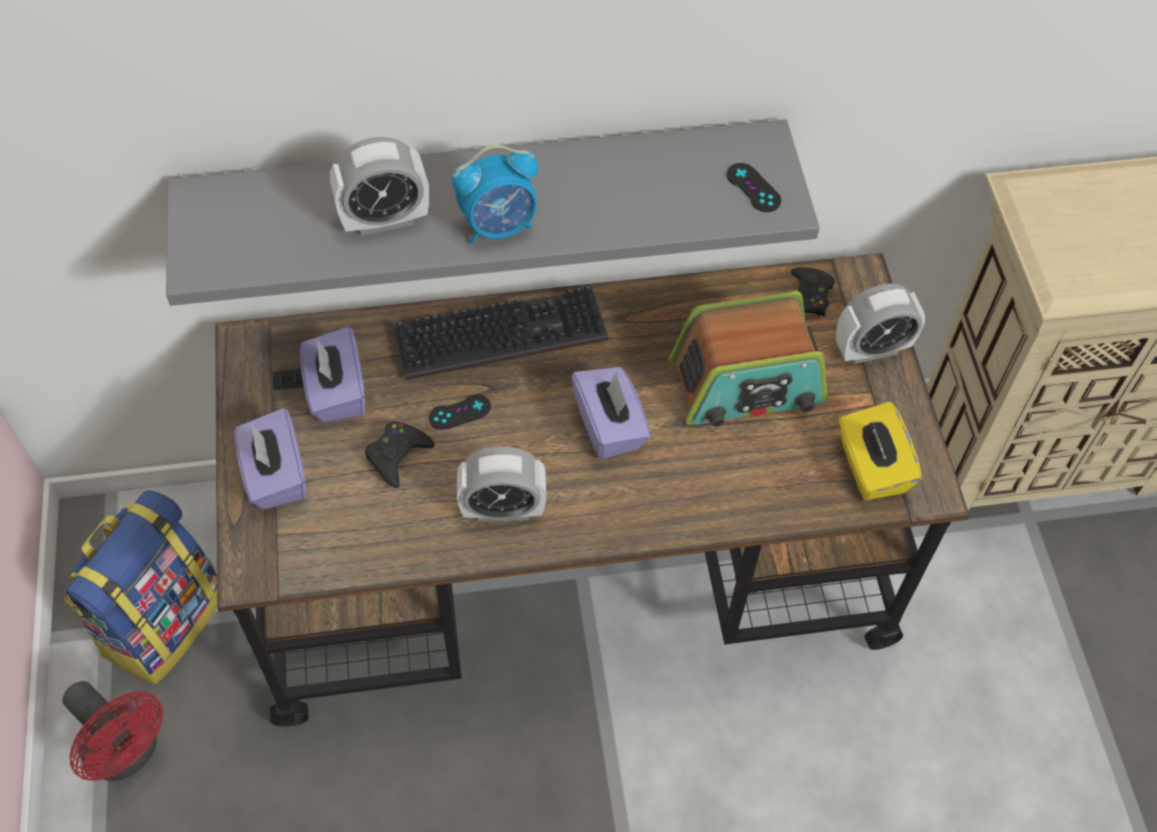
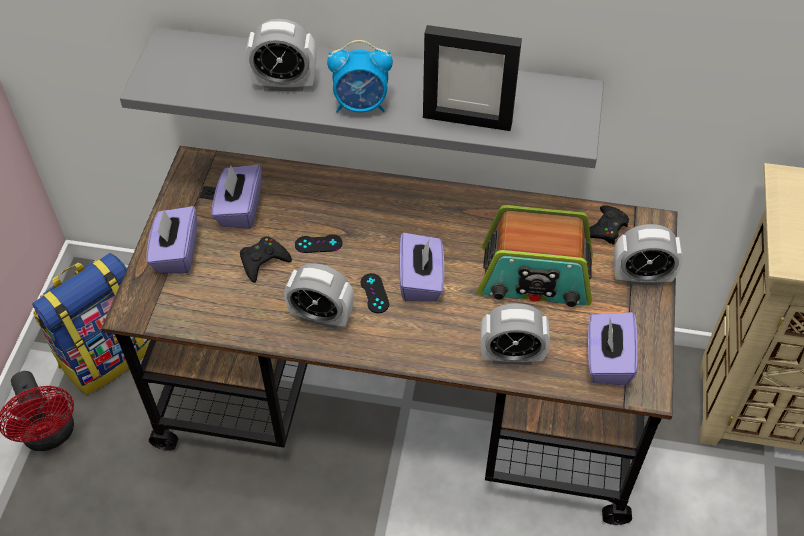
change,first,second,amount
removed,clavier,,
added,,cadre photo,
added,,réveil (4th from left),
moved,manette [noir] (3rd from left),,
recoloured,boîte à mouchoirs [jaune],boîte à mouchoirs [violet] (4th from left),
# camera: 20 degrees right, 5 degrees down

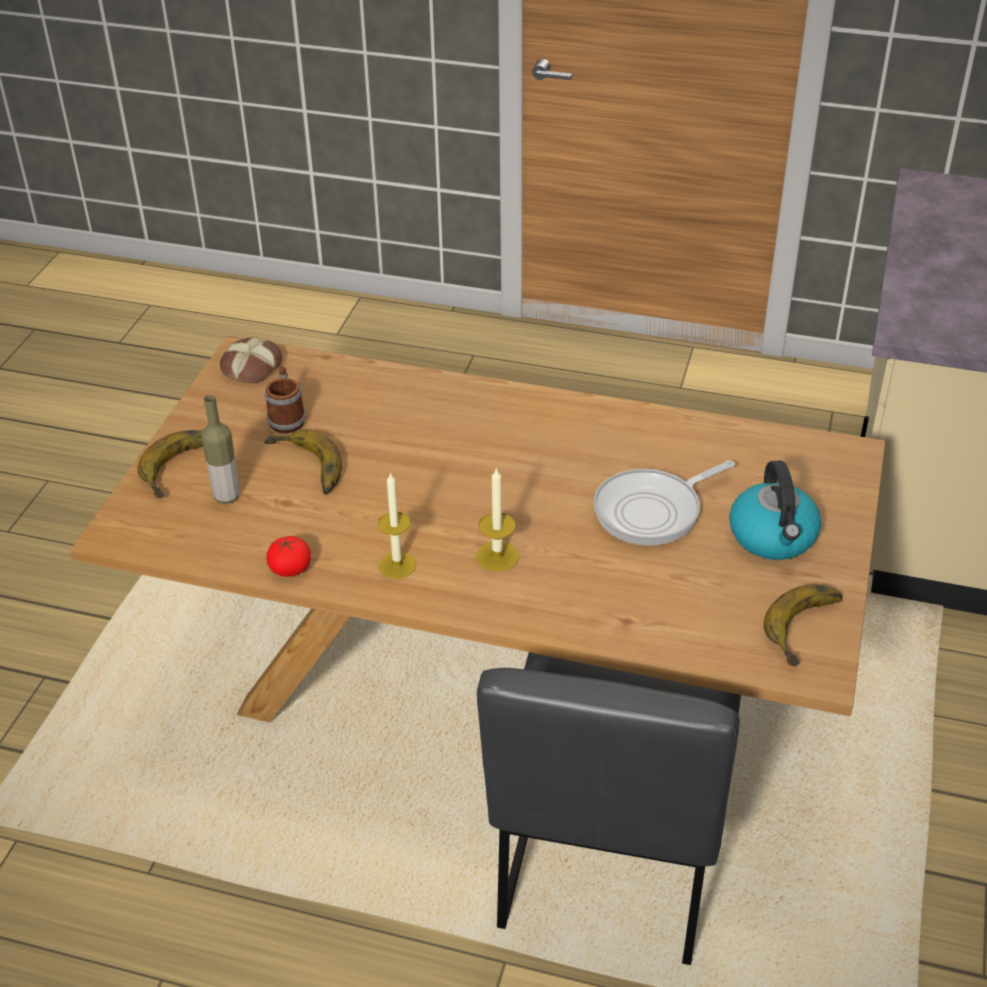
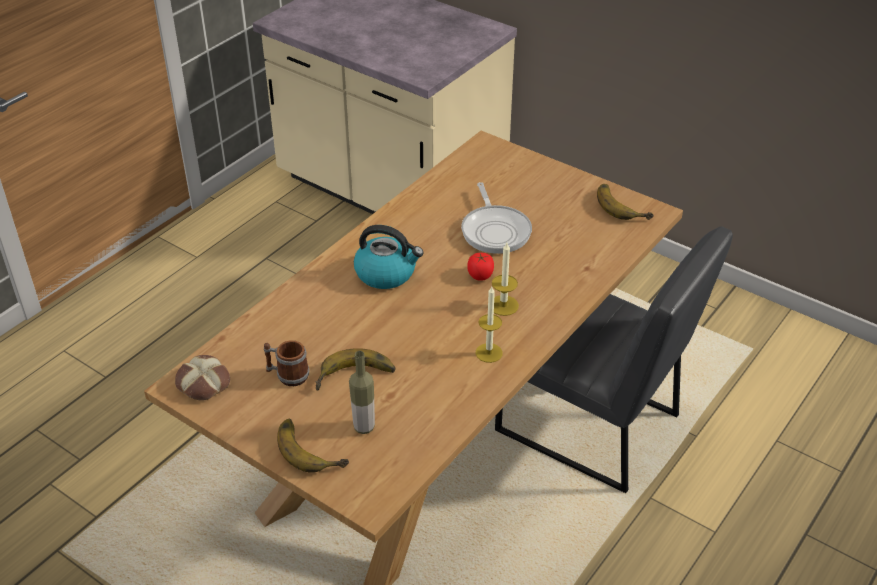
change,first,second,amount
moved,tomate,,
moved,bouilloire,,
# camera: 70 degrees left, 0 degrees up

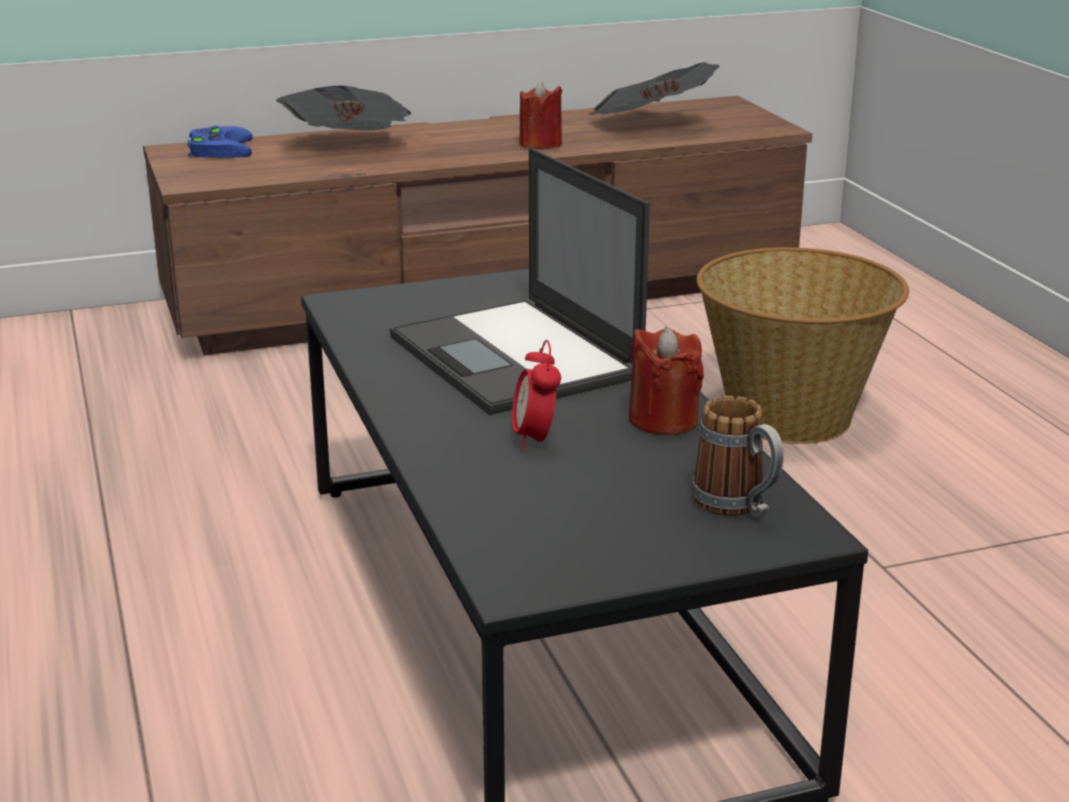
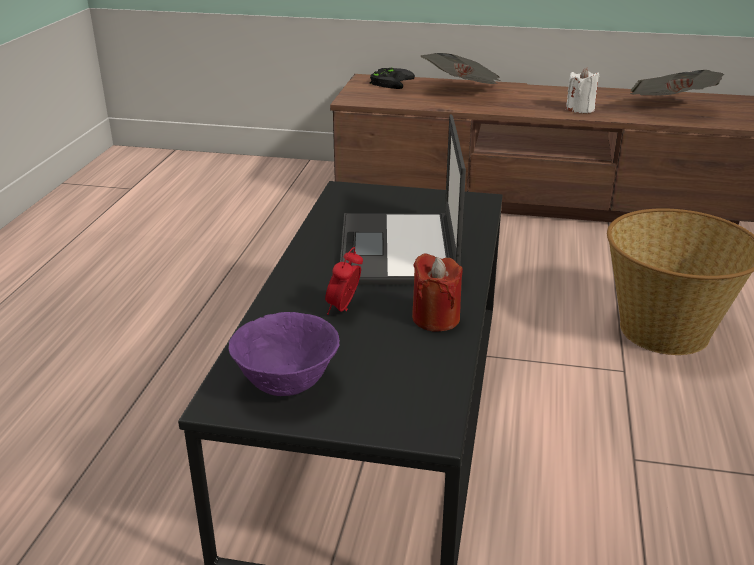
change,first,second,amount
removed,mug,,
added,,bol [violet],
recoloured,manette [bleu],manette [noir],
recoloured,bougie [rouge] (1st from left),bougie [blanc],
# camera: 30 degrees right, 5 degrees up

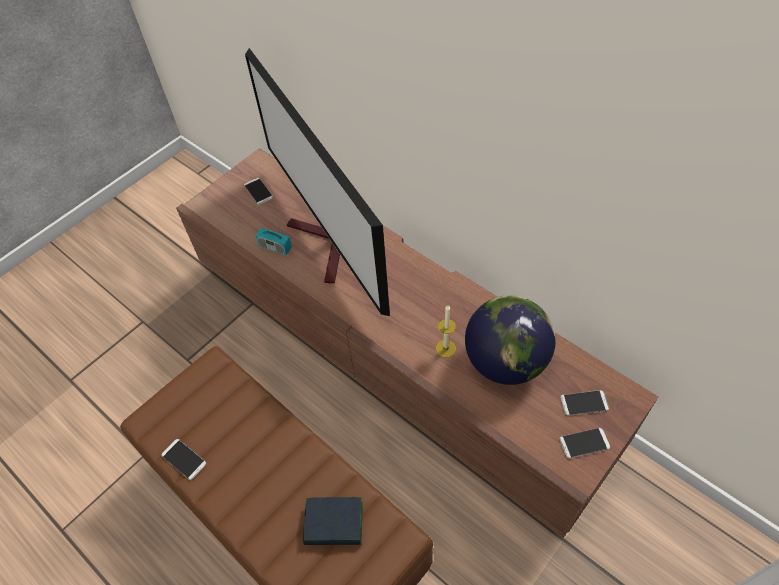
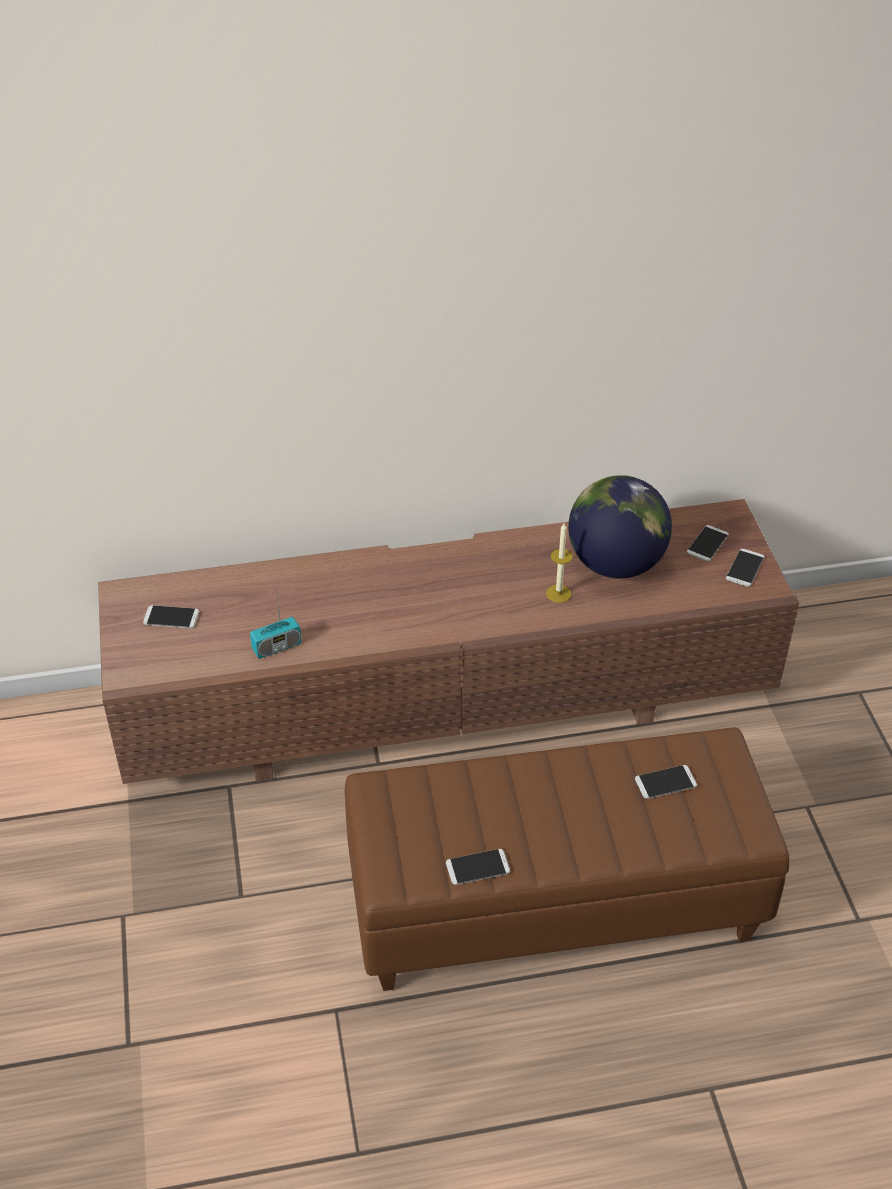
change,first,second,amount
removed,téléviseur,,
replaced,livre,téléphone (3rd from left),
# camera: 55 degrees left, 10 degrees down

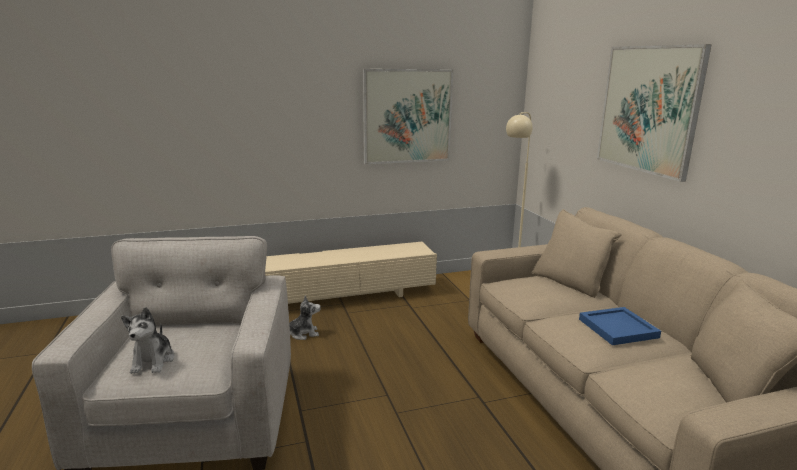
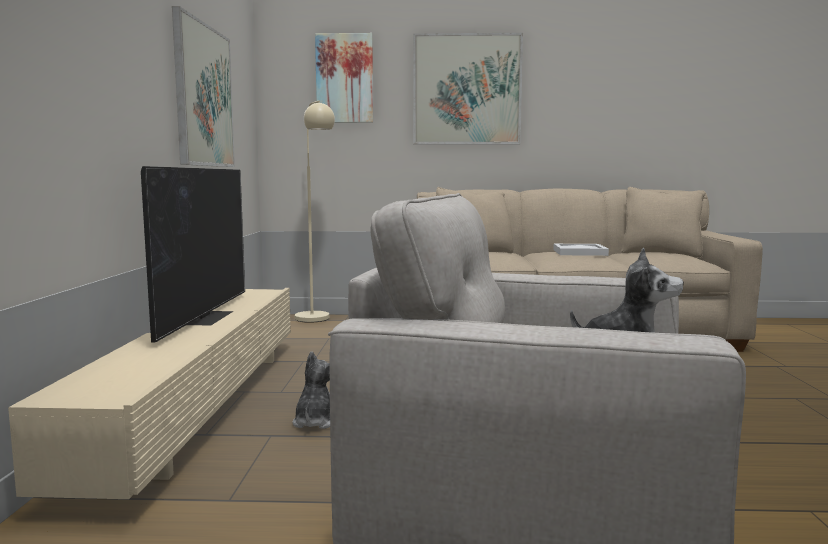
change,first,second,amount
added,,téléviseur,
added,,tableau (2nd from left),
recoloured,plateau [bleu],plateau [blanc],
# camera: 70 degrees left, 10 degrees down

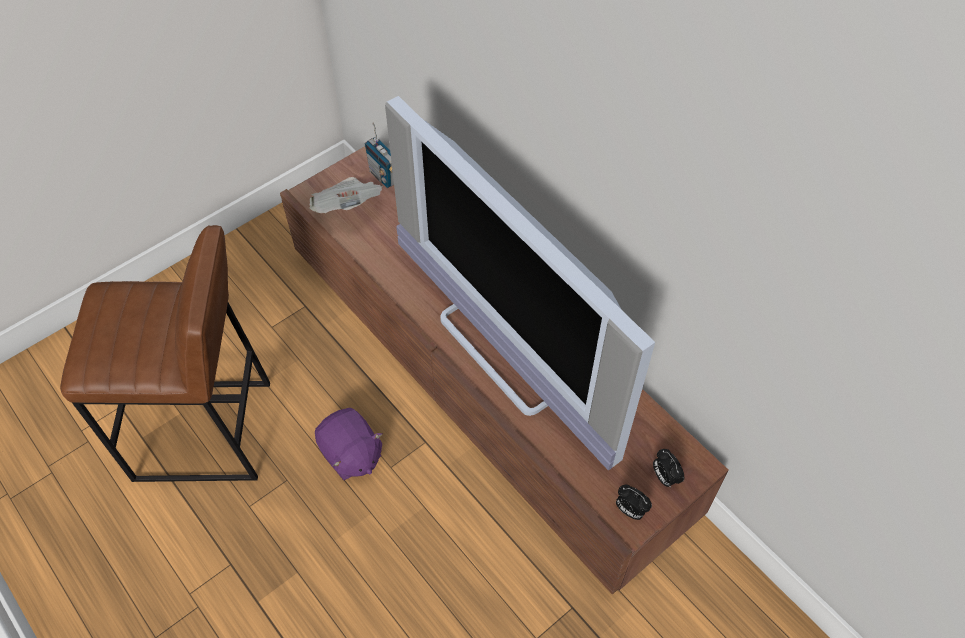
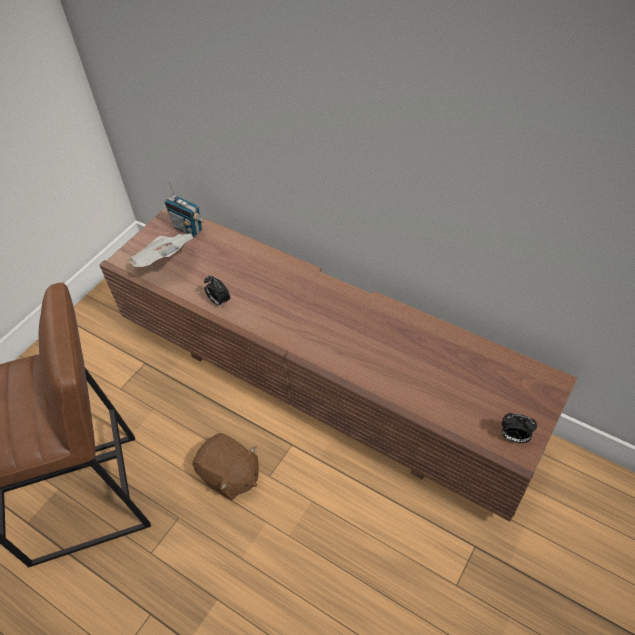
change,first,second,amount
removed,téléviseur,,
moved,réveil (2nd from left in the first image),réveil (1st from left),
recoloured,peluche [violet],peluche [marron],
# camera: 15 degrees left, 5 degrees down

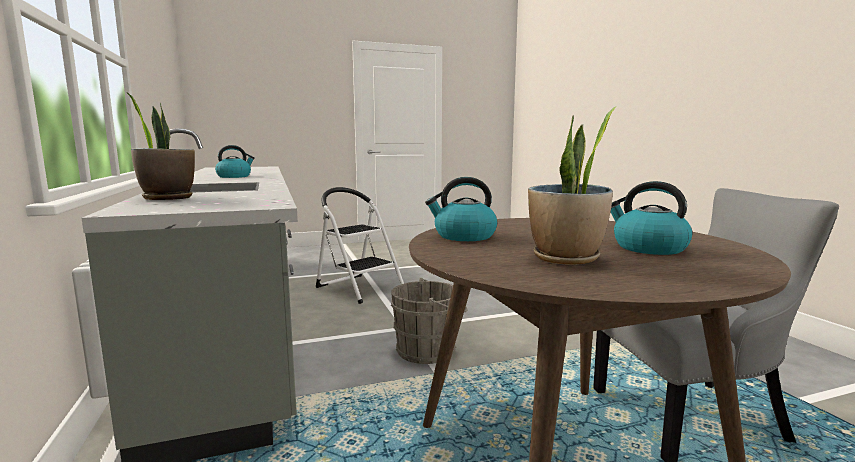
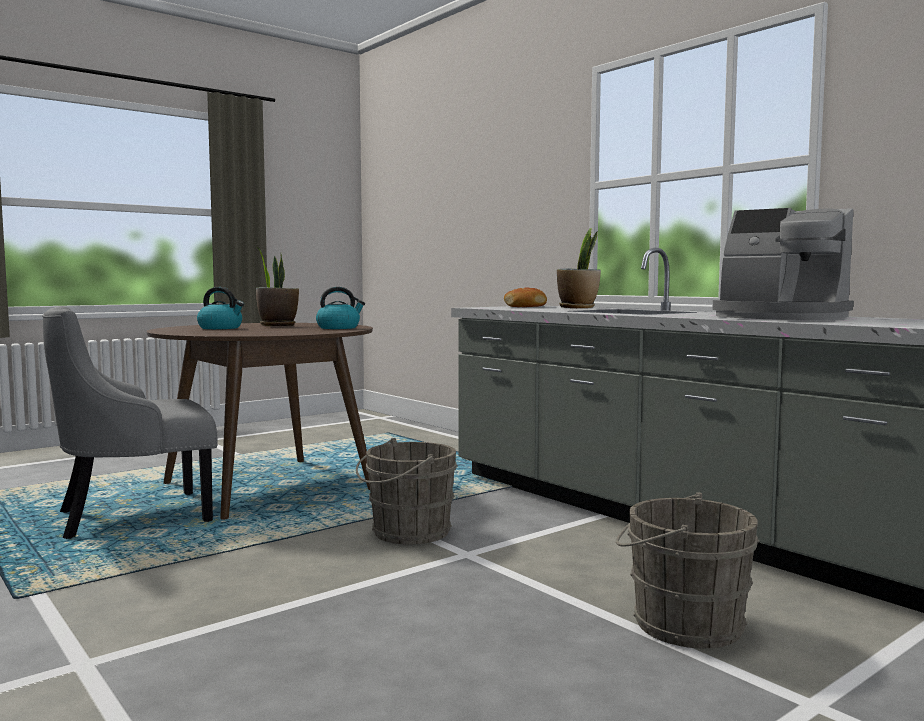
change,first,second,amount
added,,pain,
replaced,bouilloire (1st from left),machine à café,
replaced,escabeau,seau [gris] (2nd from left),
# camera: 160 degrees right, 5 degrees down

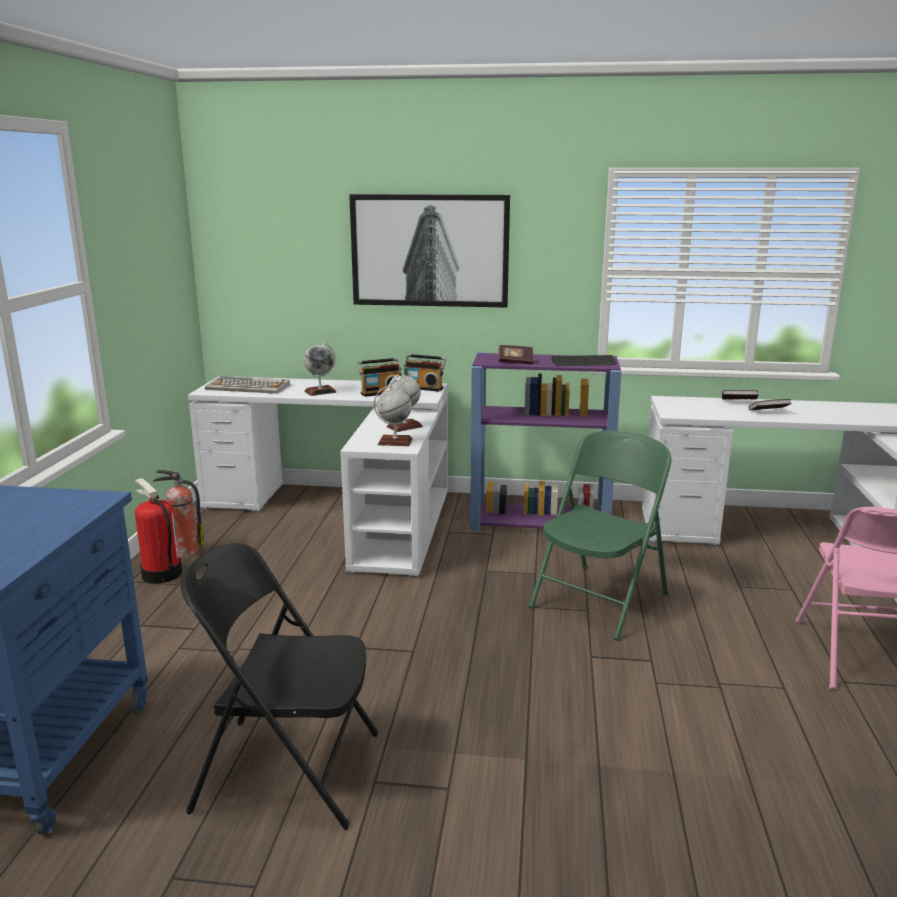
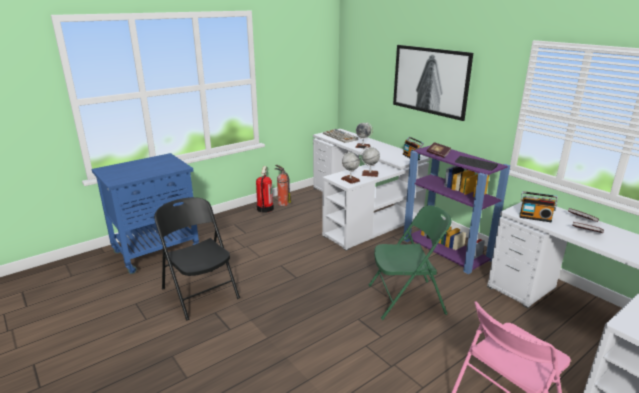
change,first,second,amount
moved,radio (1st from left in the first image),radio (2nd from left),
# camera: 45 degrees right, 5 degrees up

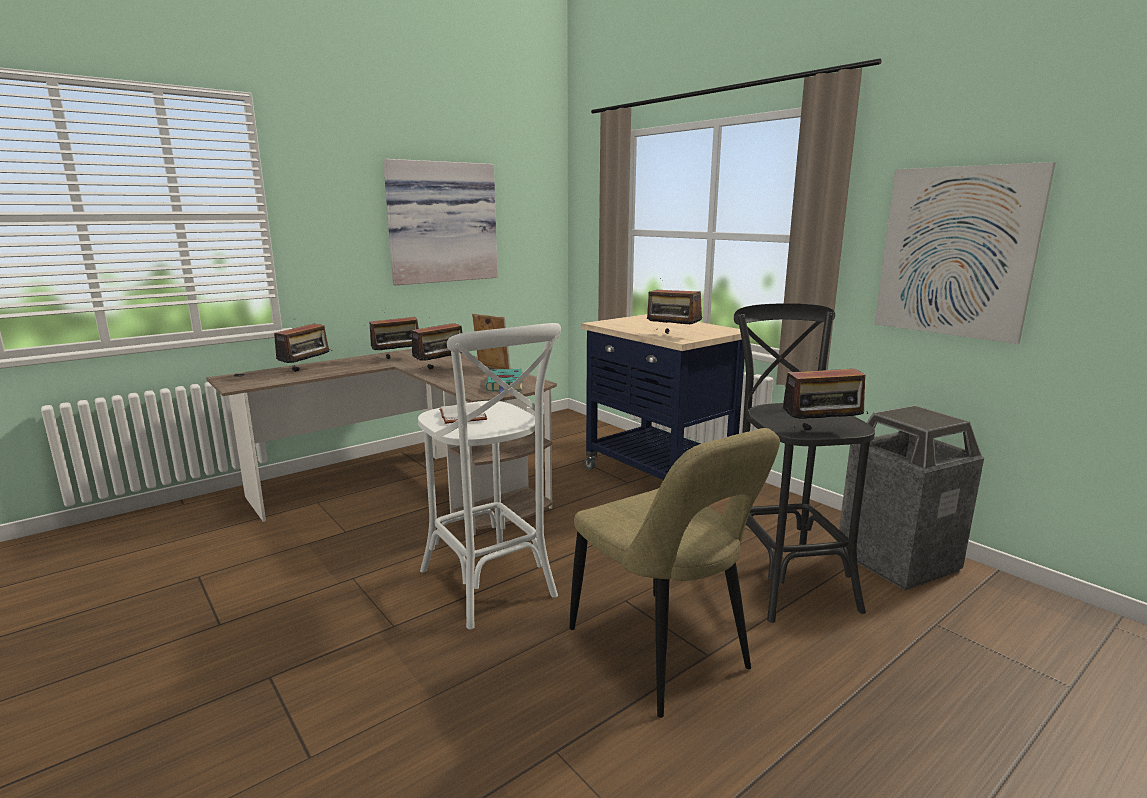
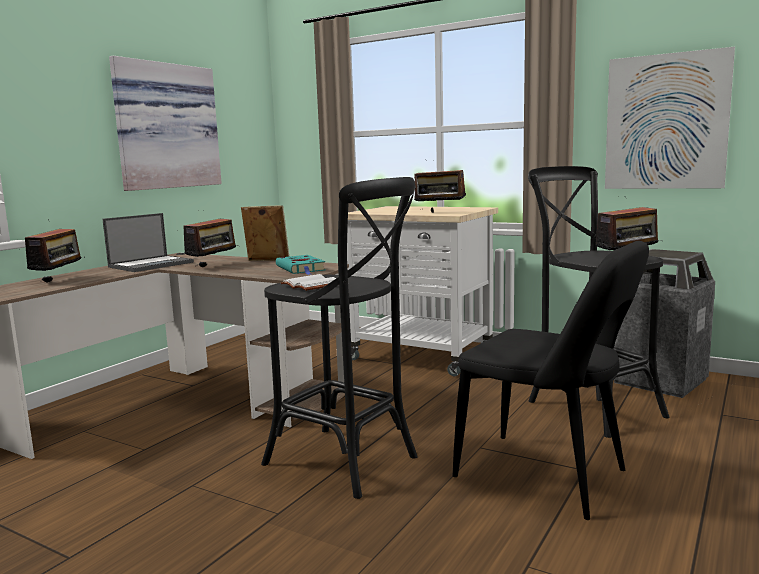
change,first,second,amount
replaced,radio (2nd from left),ordinateur portable,
recoloured,tabouret [blanc],tabouret [noir] (1st from left),
recoloured,chaise [beige],chaise [noir],
recoloured,chariot [bleu],chariot [blanc],
# camera: 20 degrees left, 5 degrees down

